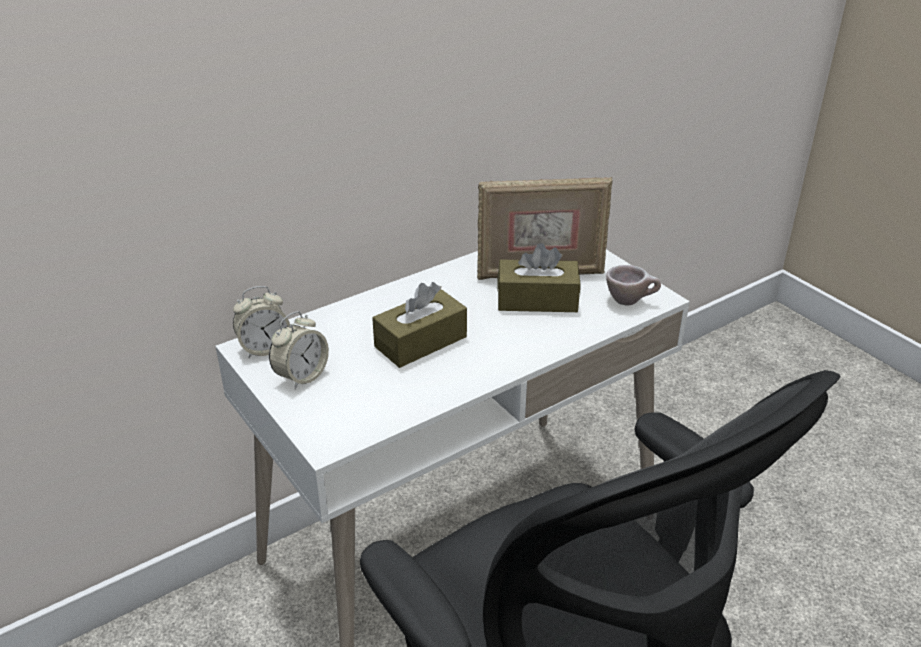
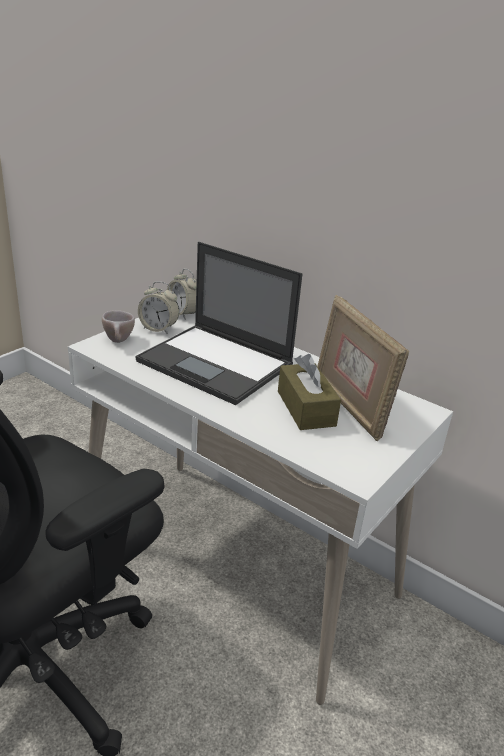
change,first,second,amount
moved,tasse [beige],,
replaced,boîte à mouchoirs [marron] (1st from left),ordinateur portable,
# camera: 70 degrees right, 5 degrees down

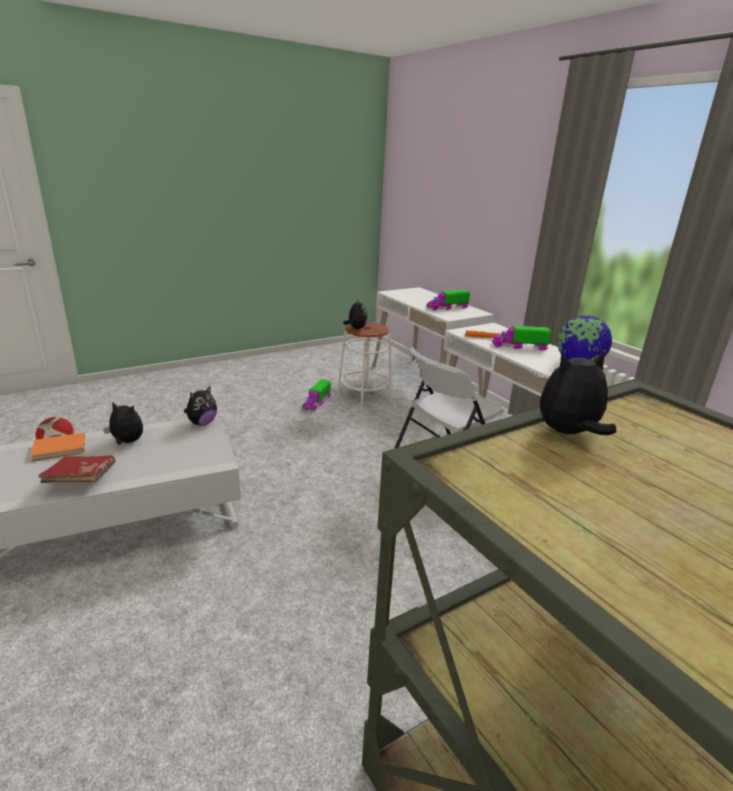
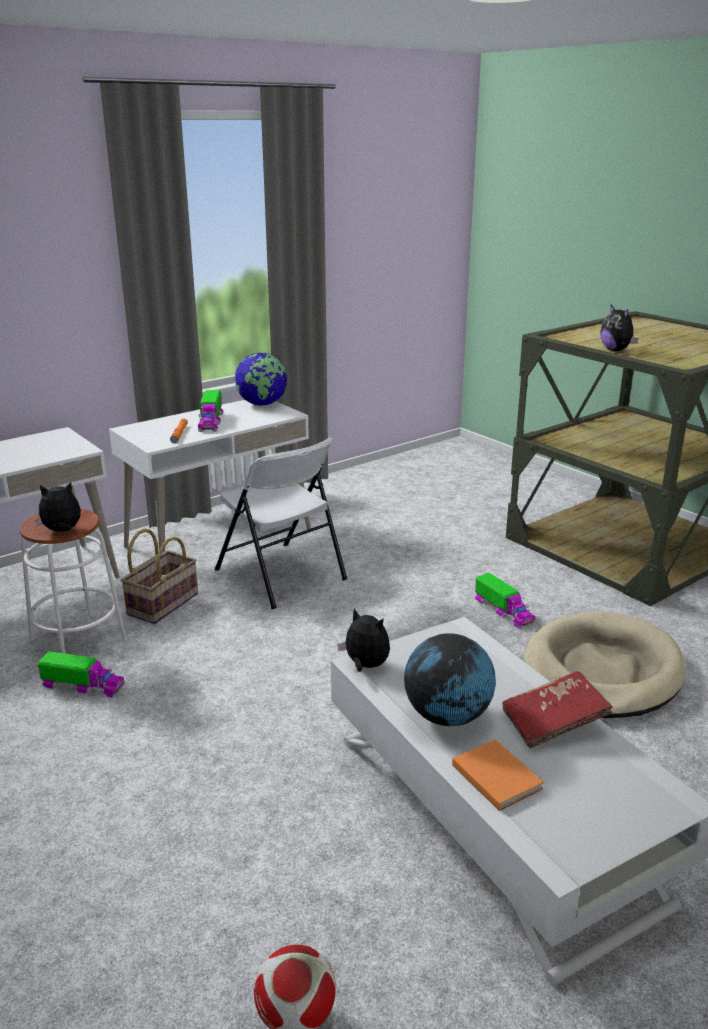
change,first,second,amount
added,,panier,
added,,panier pour chien [beige],
moved,camion jouet (2nd from left in the first image),camion jouet (3rd from left),
replaced,peluche (1st from left),globe (2nd from left),
# camera: 95 degrees left, 0 degrees up

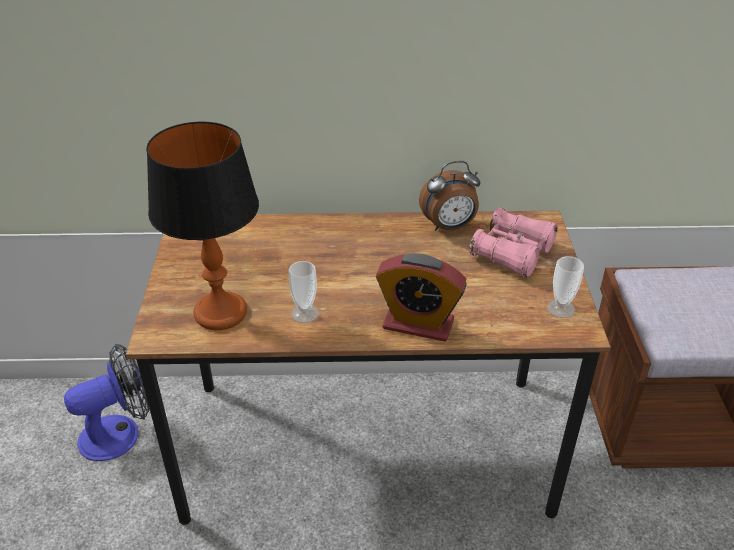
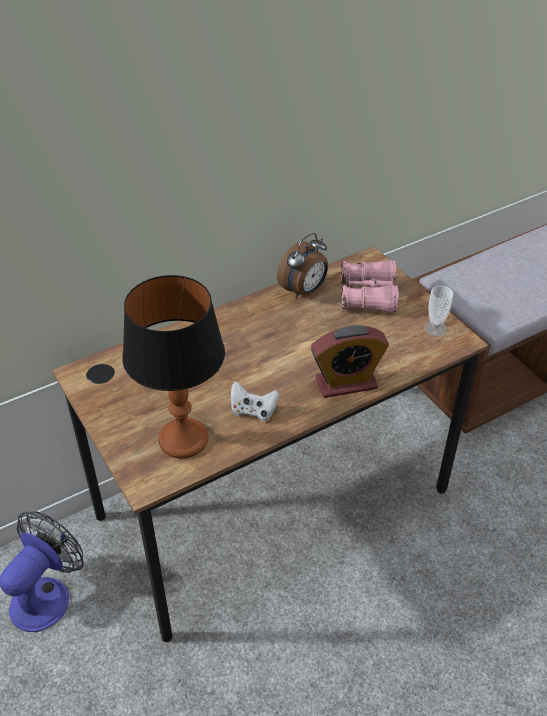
change,first,second,amount
replaced,tasse (1st from left),manette [blanc],
# camera: 30 degrees left, 5 degrees up

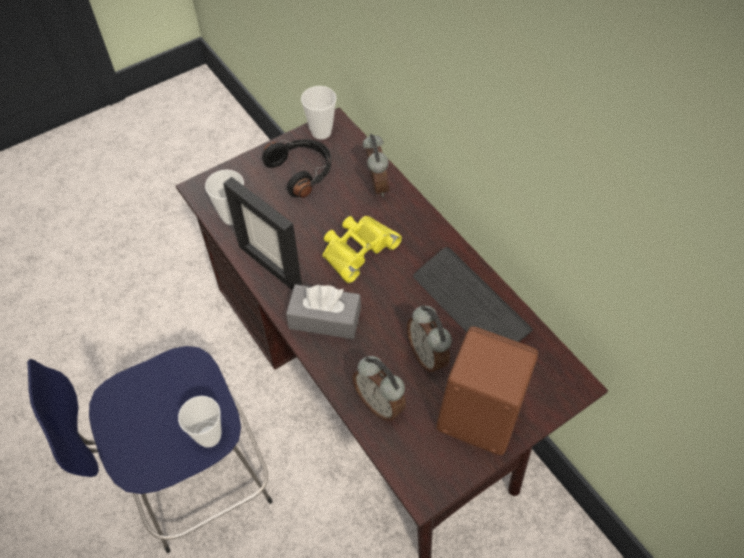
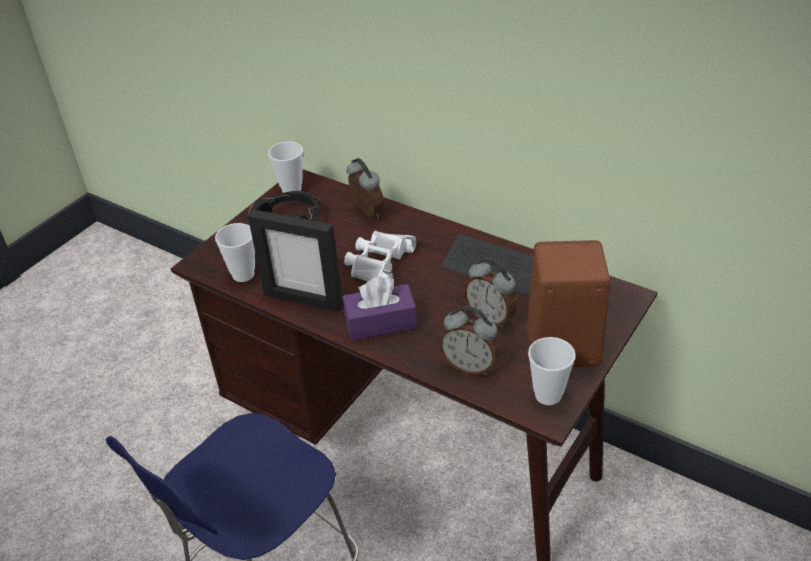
change,first,second,amount
moved,tasse (1st from left in the first image),tasse (3rd from left),
recoloured,boîte à mouchoirs [gris],boîte à mouchoirs [violet],
recoloured,jumelles [jaune],jumelles [blanc],
# camera: 20 degrees left, 15 degrees down

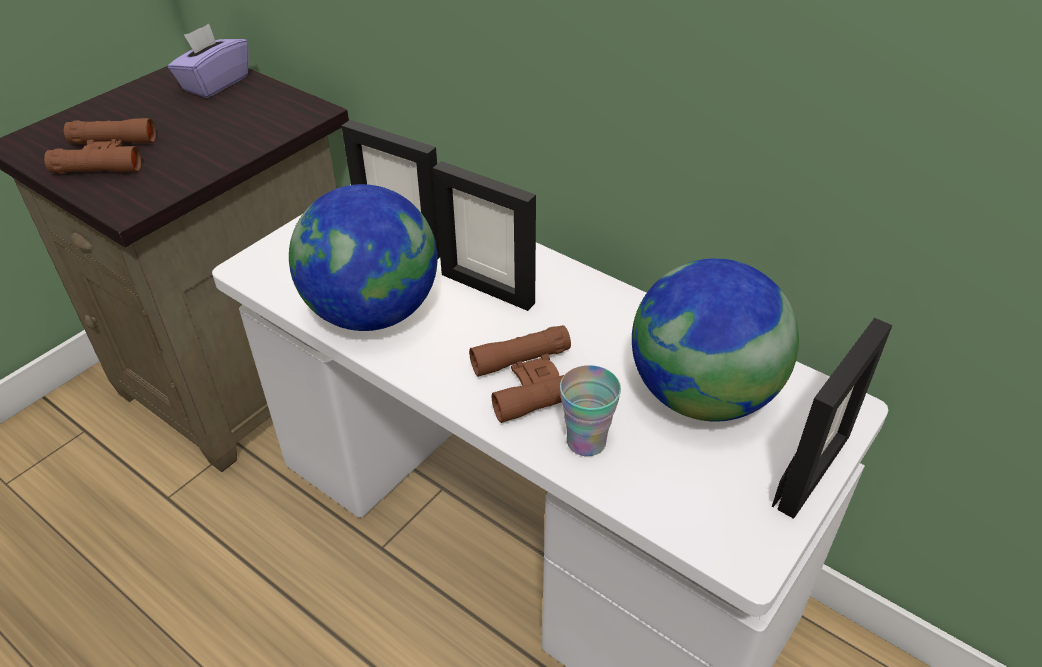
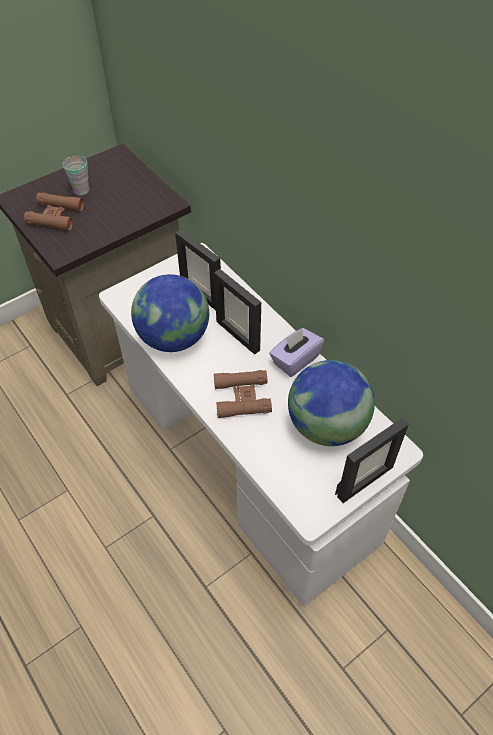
change,first,second,amount
moved,boîte à mouchoirs [violet],,
moved,tasse,,
# camera: 15 degrees right, 10 degrees up

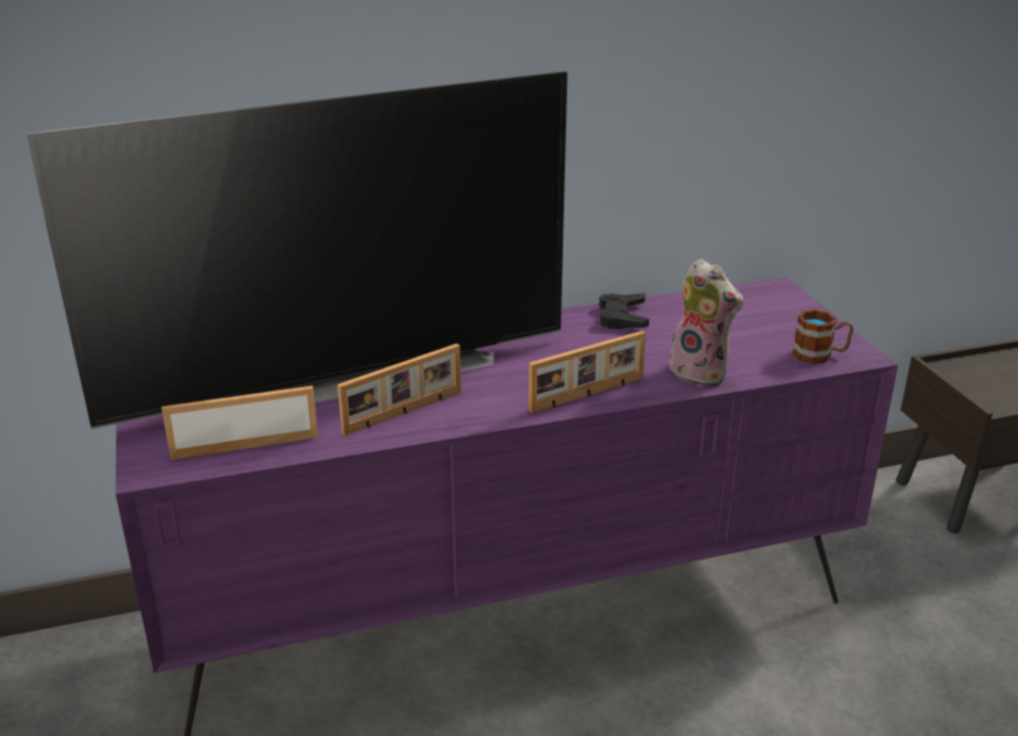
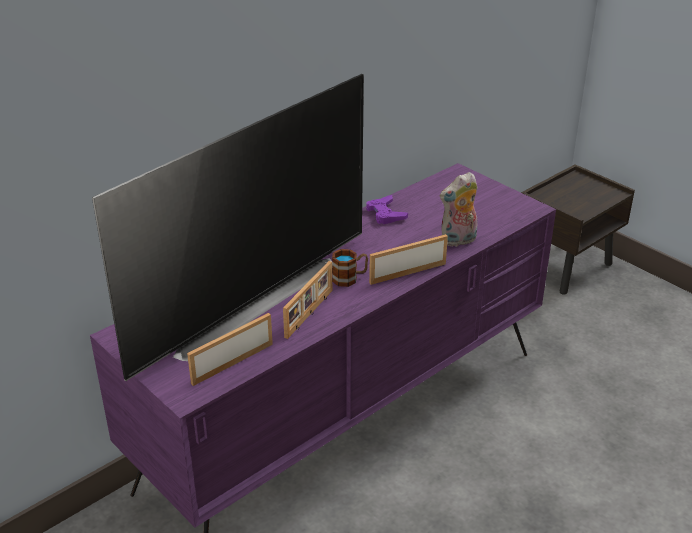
change,first,second,amount
moved,mug,,
recoloured,manette [noir],manette [violet],
turned,cadre photo (3rd from left),,150 degrees counterclockwise
turned,peluche,,135 degrees clockwise
# camera: 25 degrees left, 5 degrees up

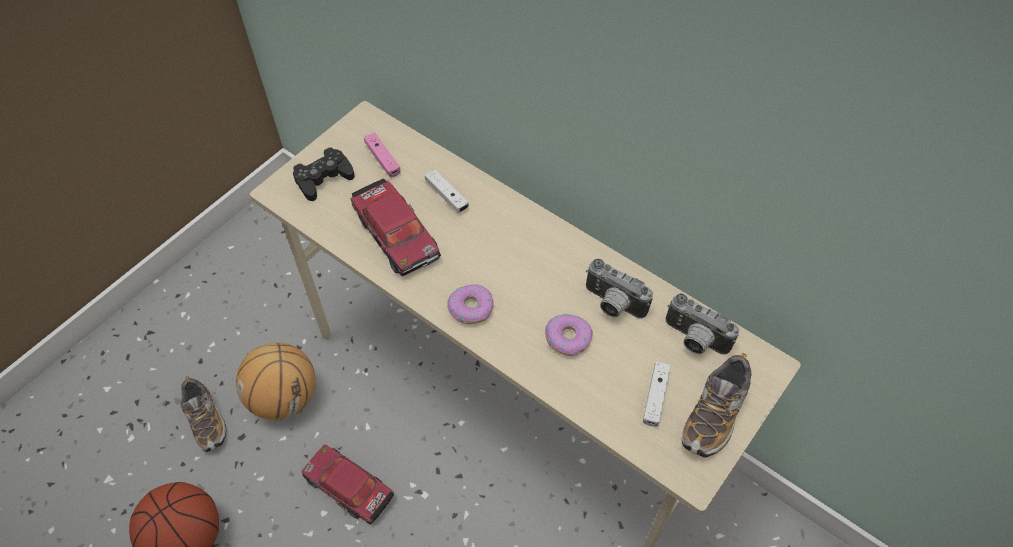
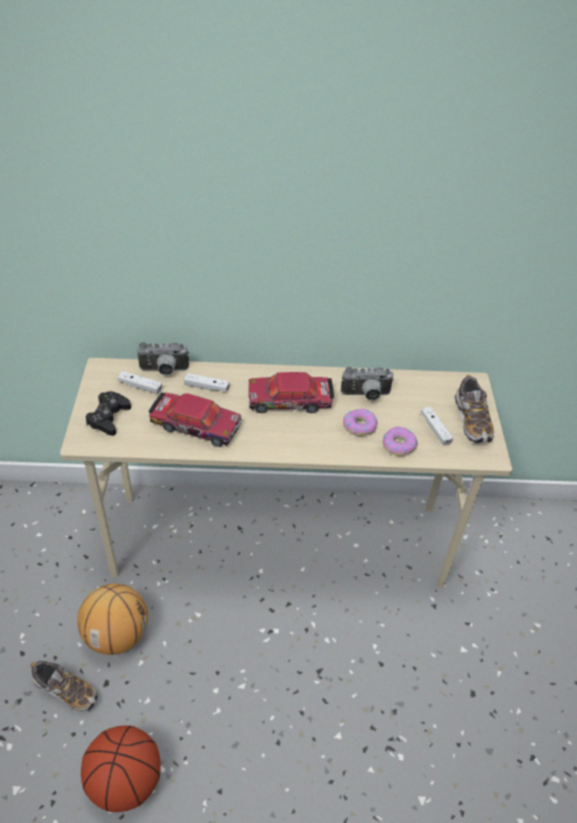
change,first,second,amount
moved,petite voiture (1st from left in the first image),petite voiture (2nd from left),
moved,beignet (1st from left in the first image),beignet (2nd from left),
moved,appareil photo (2nd from left in the first image),appareil photo (1st from left),
recoloured,manette [rose],manette [blanc] (1st from left),
# camera: 40 degrees left, 10 degrees down

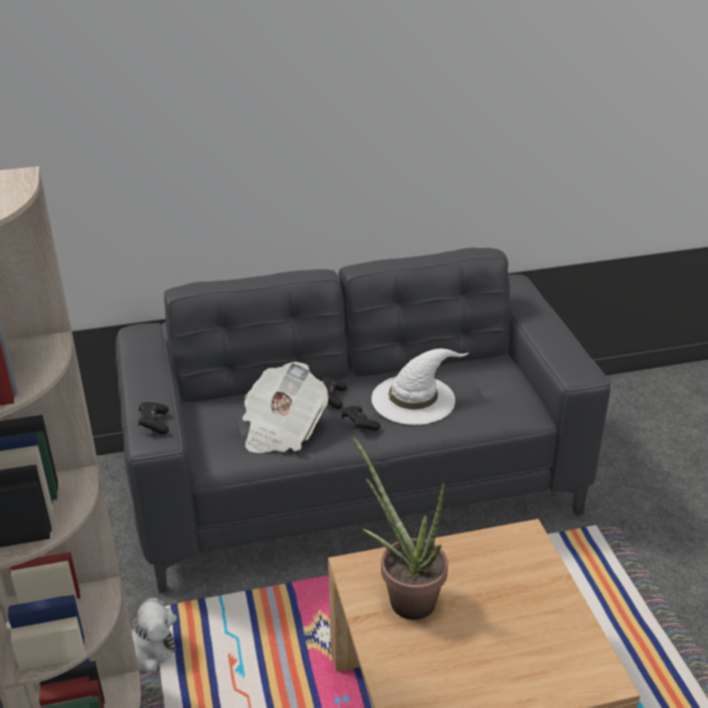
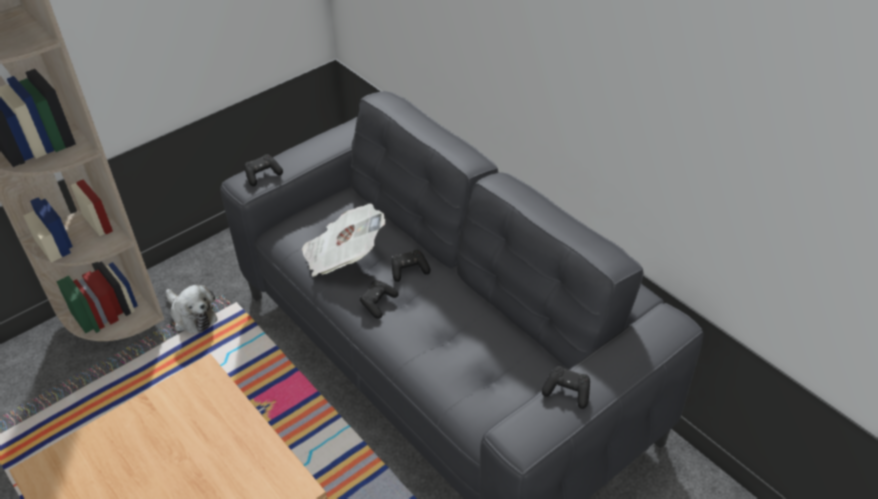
change,first,second,amount
removed,plante en pot,,
removed,chapeau [blanc],,
added,,manette [noir] (4th from left),
# camera: 65 degrees right, 10 degrees up

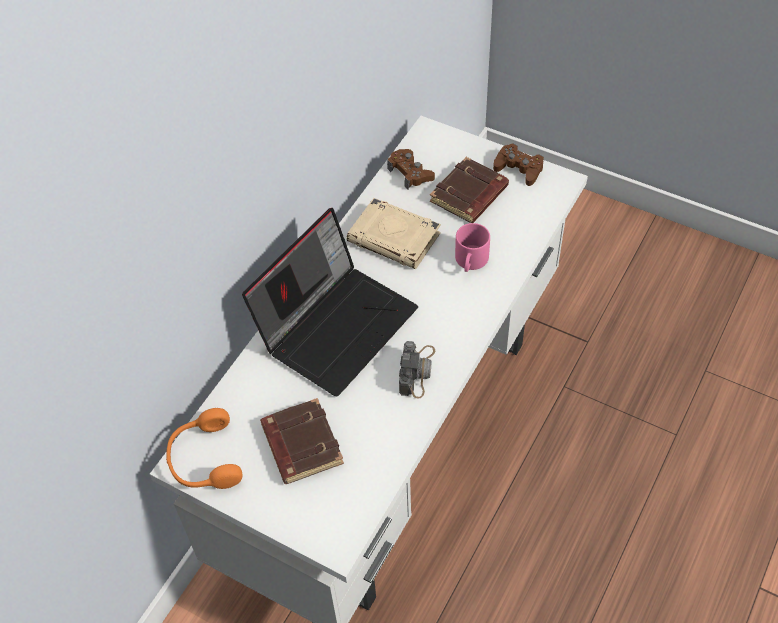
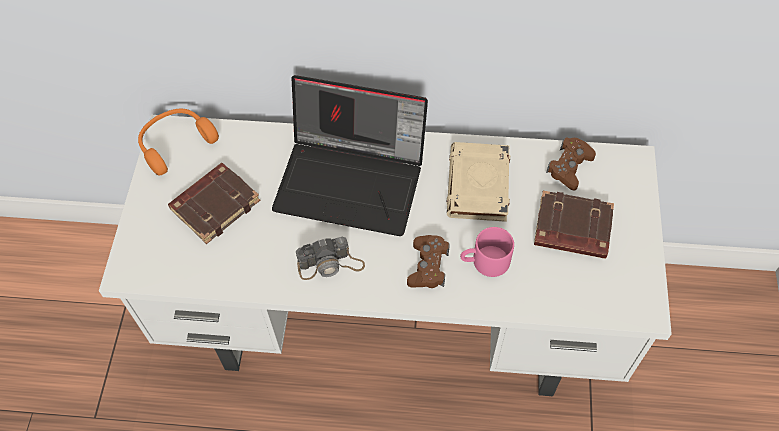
change,first,second,amount
moved,manette [marron] (2nd from left in the first image),manette [marron] (1st from left),
# camera: 65 degrees right, 5 degrees up

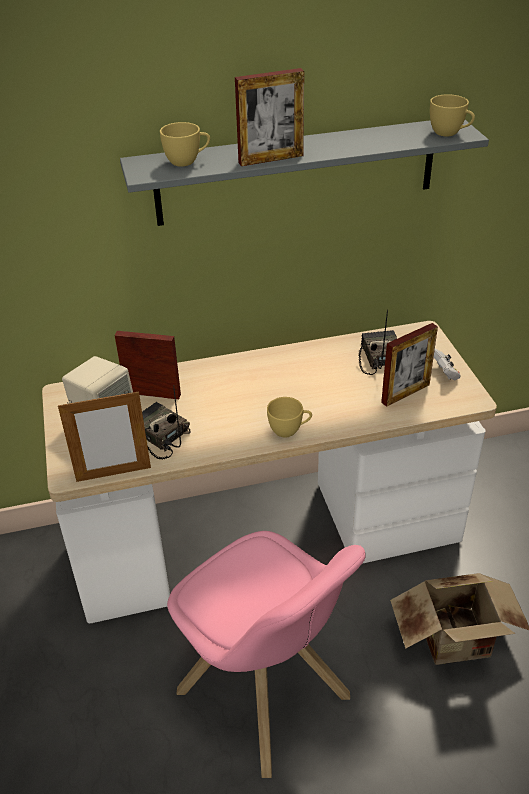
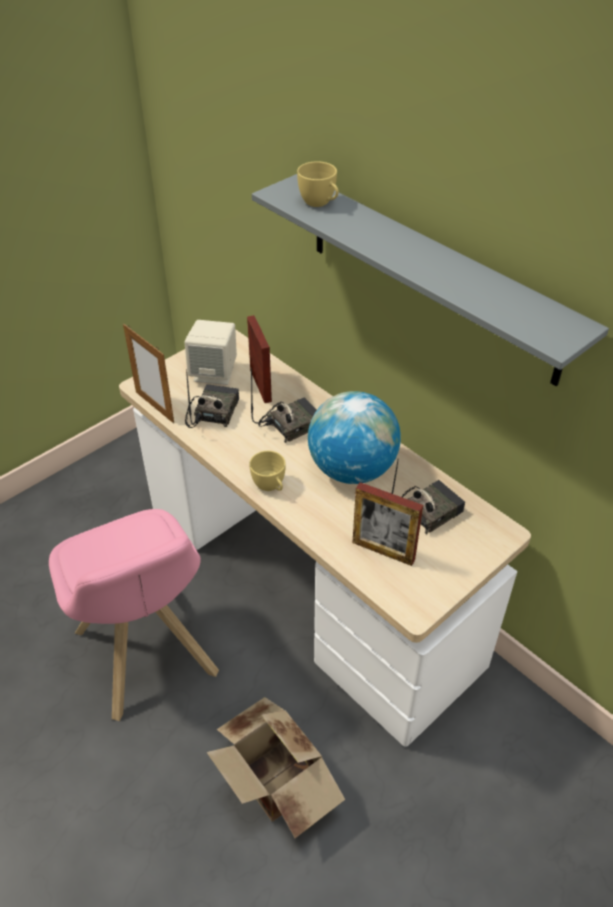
change,first,second,amount
removed,cadre photo (3rd from left),,
removed,tasse [jaune] (3rd from left),,
removed,manette [blanc],,
added,,radio (2nd from left),
added,,globe,
turned,chaise [rose],,45 degrees counterclockwise
# camera: 60 degrees right, 5 degrees up

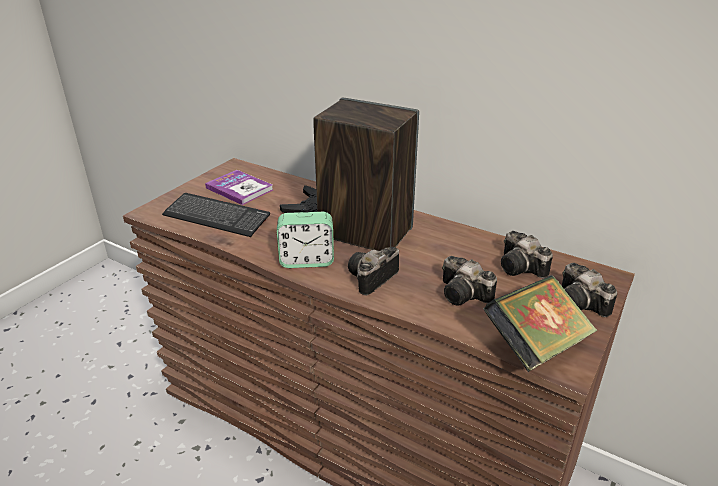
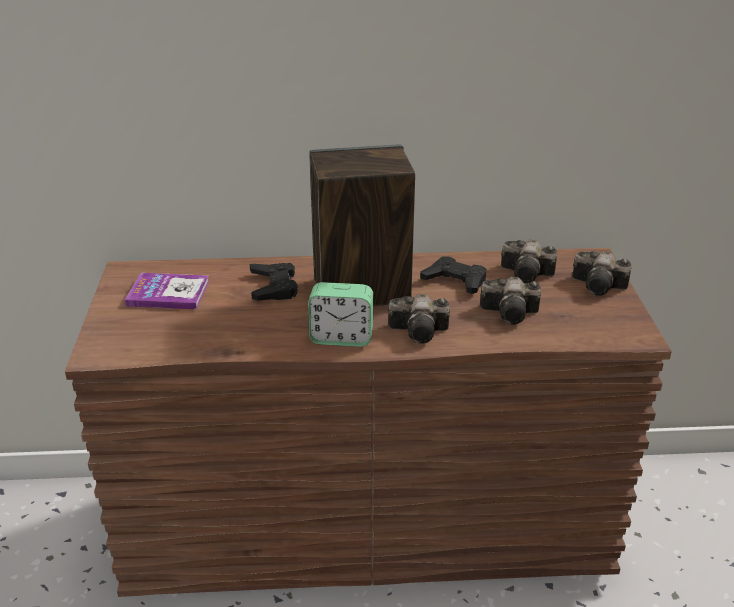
change,first,second,amount
removed,clavier,,
removed,livre (2nd from left),,
added,,manette [noir] (2nd from left),
turned,réveil,,45 degrees clockwise
turned,appareil photo (1st from left),,90 degrees counterclockwise
# camera: 35 degrees left, 0 degrees up

